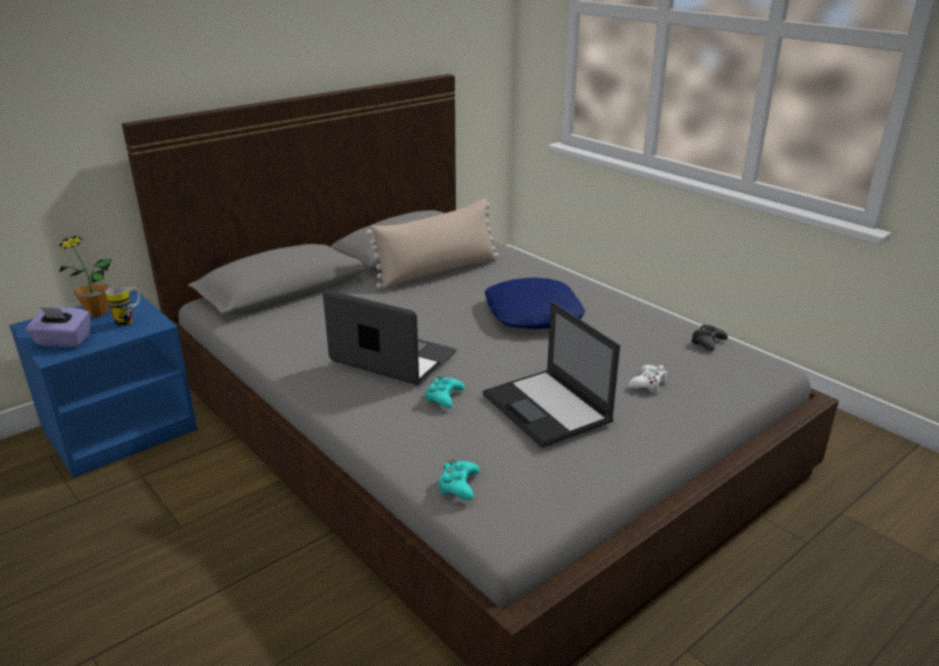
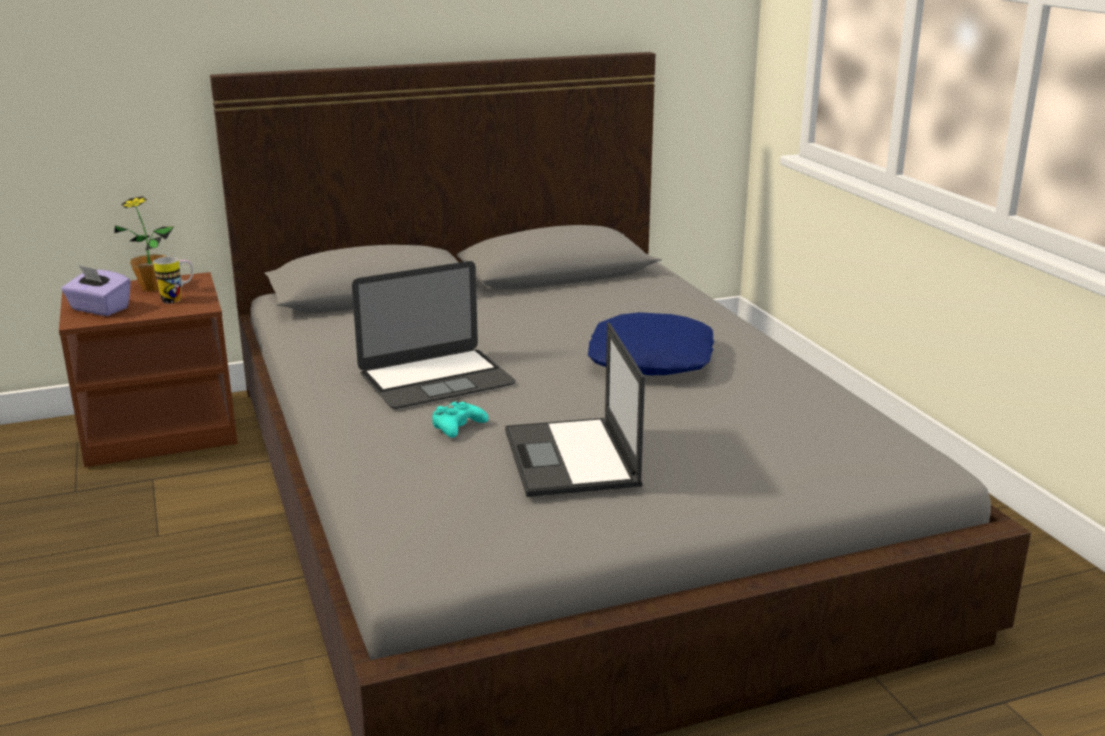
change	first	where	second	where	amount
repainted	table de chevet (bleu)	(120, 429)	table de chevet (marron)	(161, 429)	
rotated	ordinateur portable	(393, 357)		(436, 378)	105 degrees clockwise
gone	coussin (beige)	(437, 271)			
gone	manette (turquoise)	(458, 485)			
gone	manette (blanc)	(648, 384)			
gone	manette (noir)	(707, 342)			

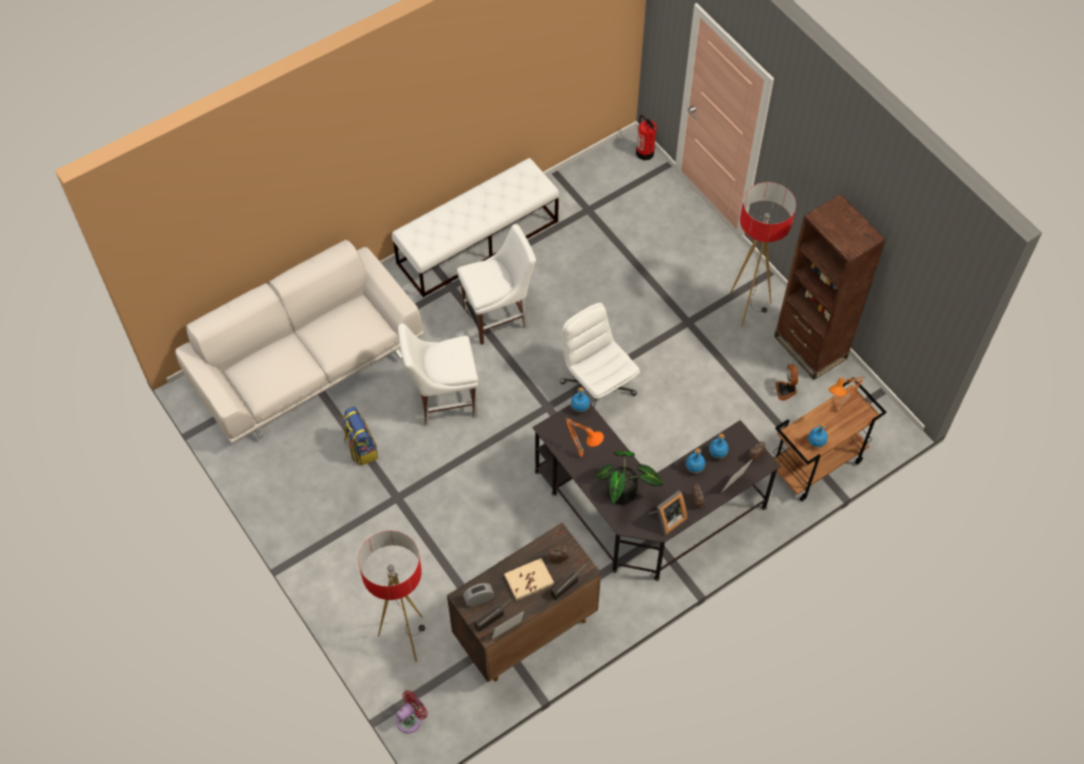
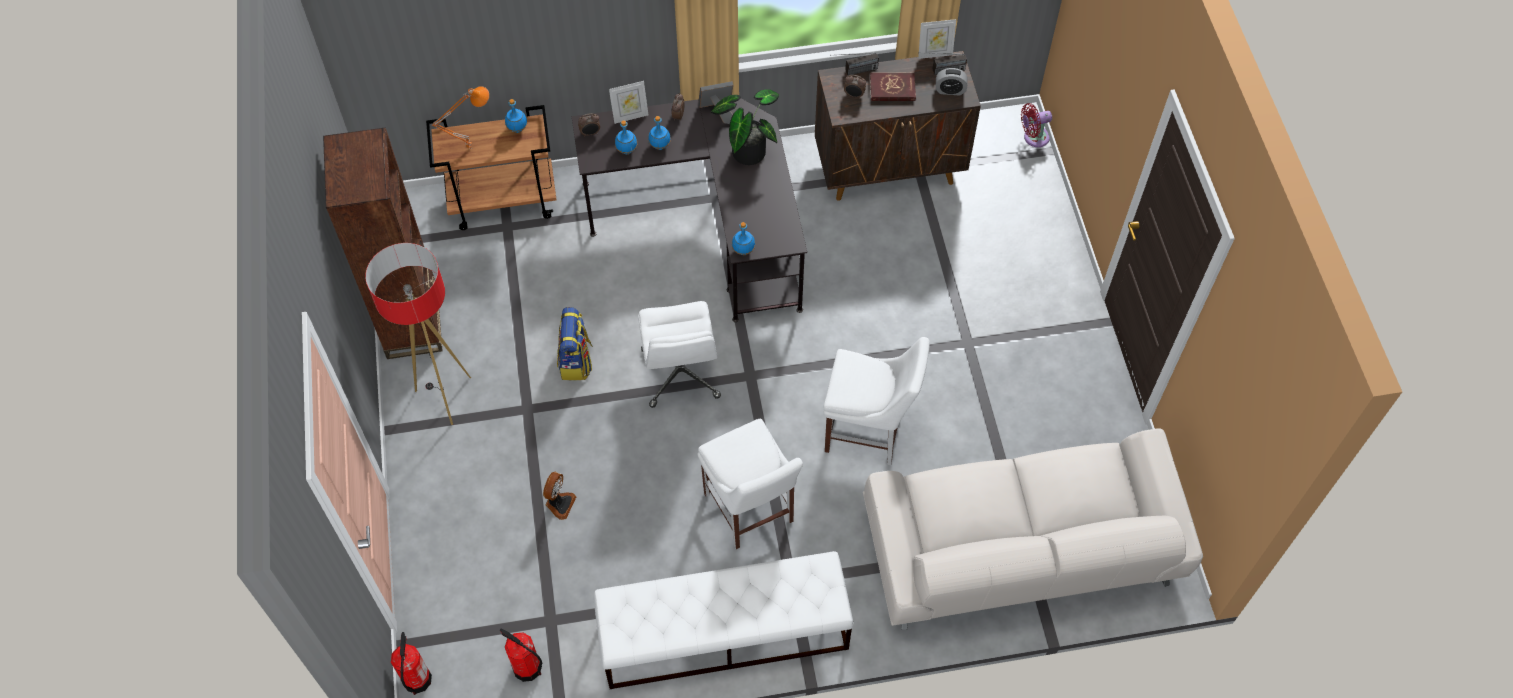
change	first	where	second	where	amount
shifted	sac à dos	(361, 448)		(576, 361)	
gone	lampadaire	(405, 638)			
rotated	chaise (blanc)	(499, 317)		(750, 511)	120 degrees counterclockwise
repainted	livre (beige)	(528, 580)	livre (rouge)	(892, 89)	
gone	lampe de table (orange)	(582, 456)			
shifted	ventilateur	(786, 390)		(559, 503)	
new			extincteur	(527, 668)	

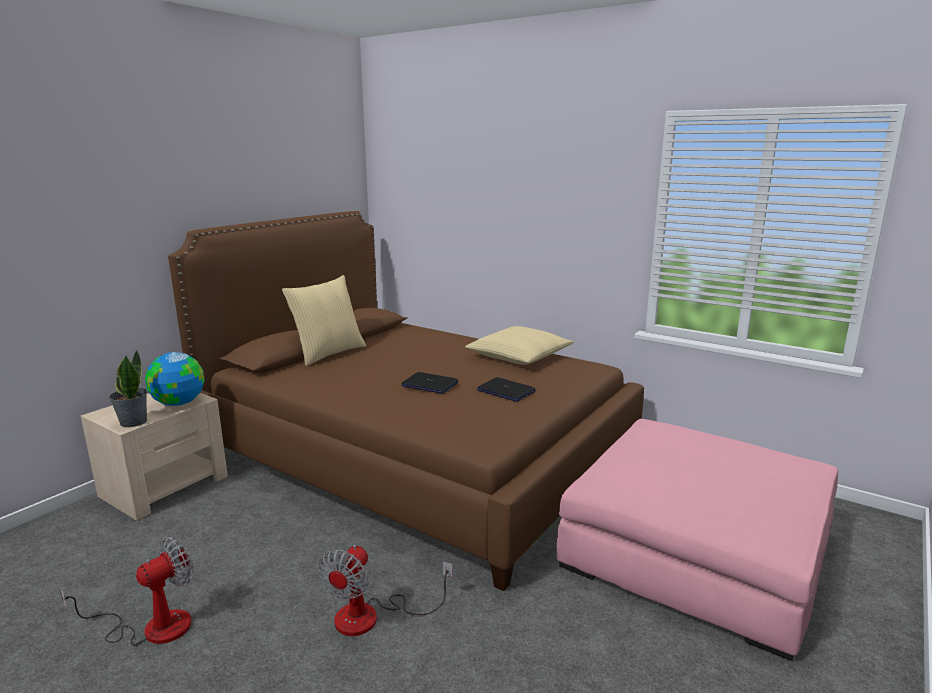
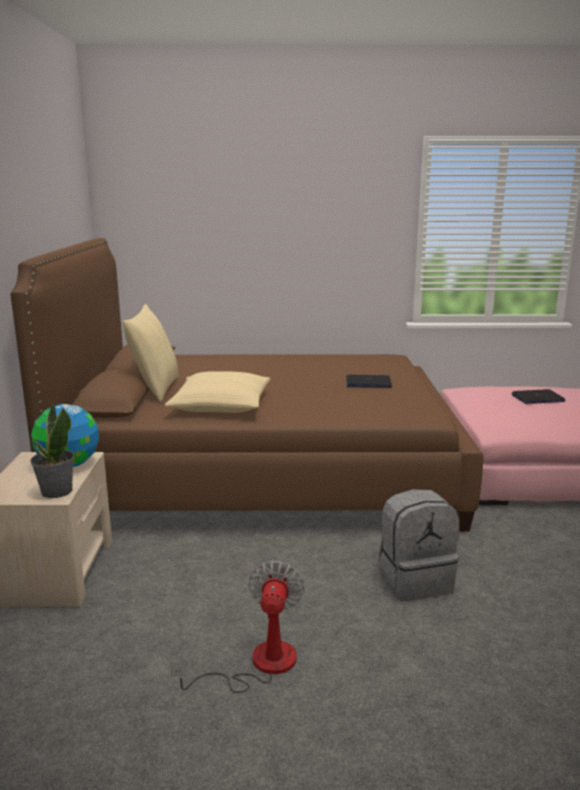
change	first	where	second	where	amount
swapped	ventilateur	(372, 616)	sac à dos (gris)	(414, 580)	
shifted	ordinateur portable	(429, 384)		(537, 398)	
shifted	coussin (beige)	(519, 356)		(221, 405)	

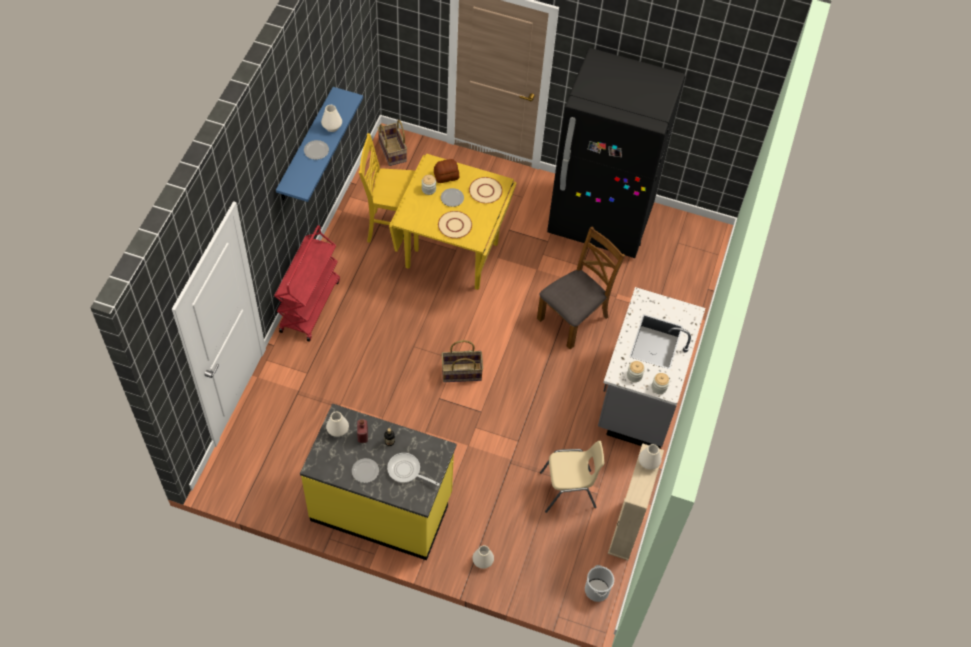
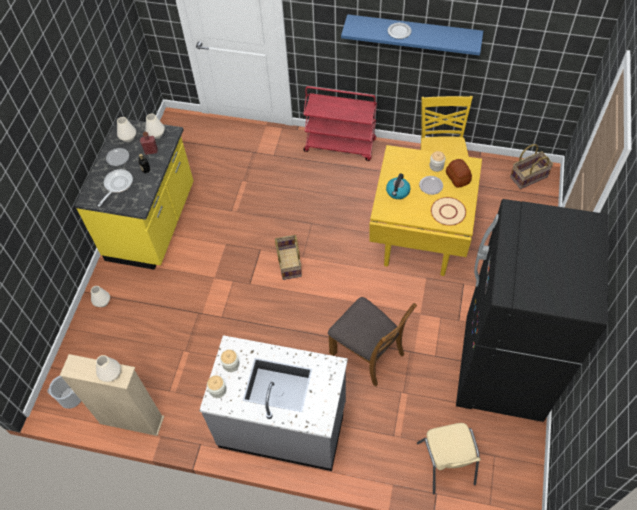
change	first	where	second	where	amount
shifted	vase (blanc)	(332, 127)		(128, 137)	
swapped	assiette (beige)	(454, 225)	bouilloire	(397, 192)	
shifted	chaise (beige)	(568, 490)		(446, 464)	

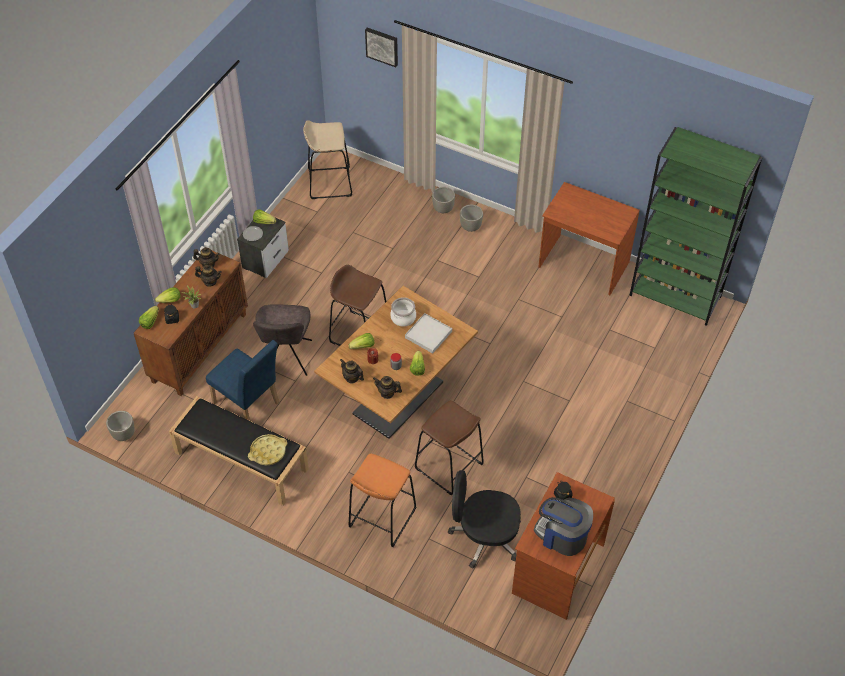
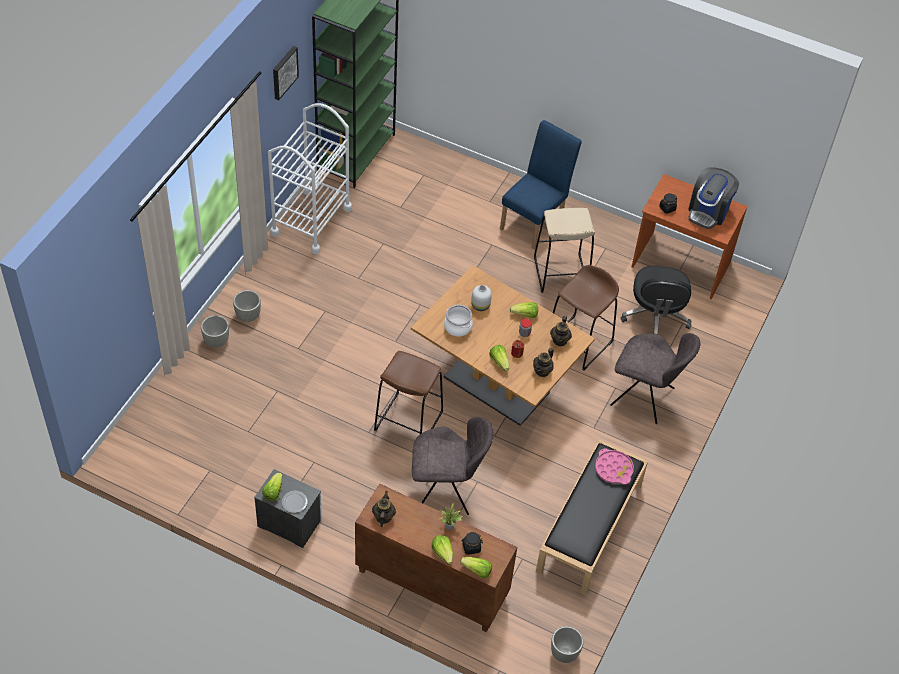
change	first	where	second	where	amount
gone	théière	(210, 281)			
shifted	chaise (bleu)	(249, 405)		(535, 221)	
repainted	plateau (jaune)	(268, 452)	plateau (rose)	(613, 469)	
shifted	tabouret (beige)	(330, 183)		(560, 273)	
swapped	tabouret (orange)	(382, 518)	chaise (gris)	(645, 398)	
shifted	tableau	(382, 46)		(284, 72)	
swapped	plateau (blanc)	(428, 334)	vase (blanc)	(480, 305)	
swapped	bureau (marron)	(583, 265)	chariot (blanc)	(311, 221)	

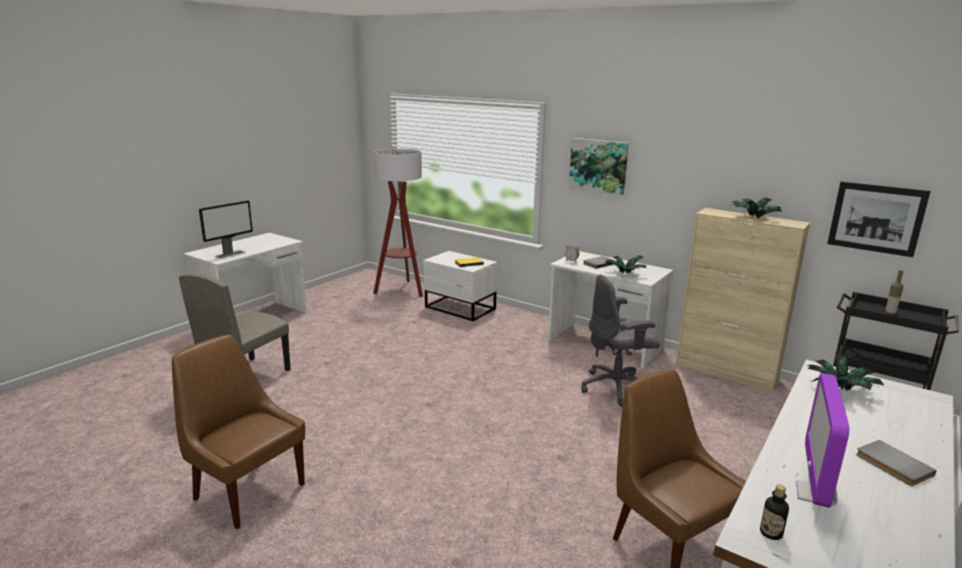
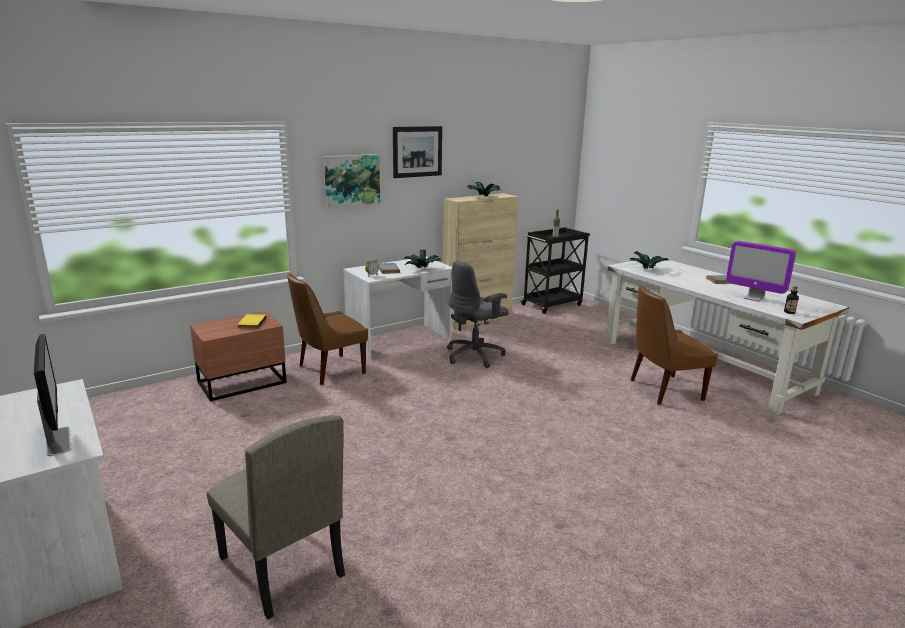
change	first	where	second	where	amount
shifted	chaise (marron)	(247, 490)		(329, 370)	
gone	lampadaire	(401, 290)			
repainted	table de chevet (blanc)	(460, 309)	table de chevet (marron)	(244, 383)	
rotated	chaise de bureau (gris)	(617, 388)		(475, 356)	45 degrees clockwise
shifted	tableau	(876, 218)		(417, 151)	

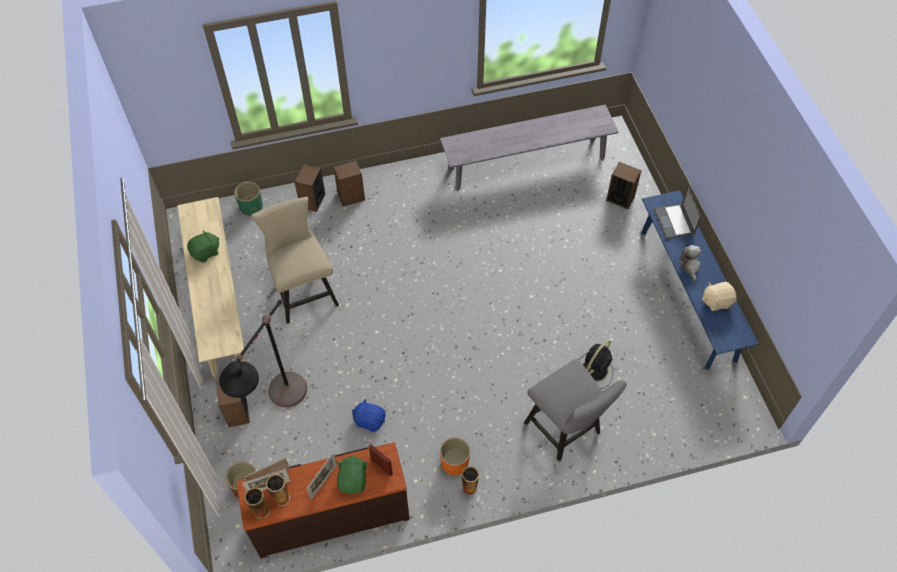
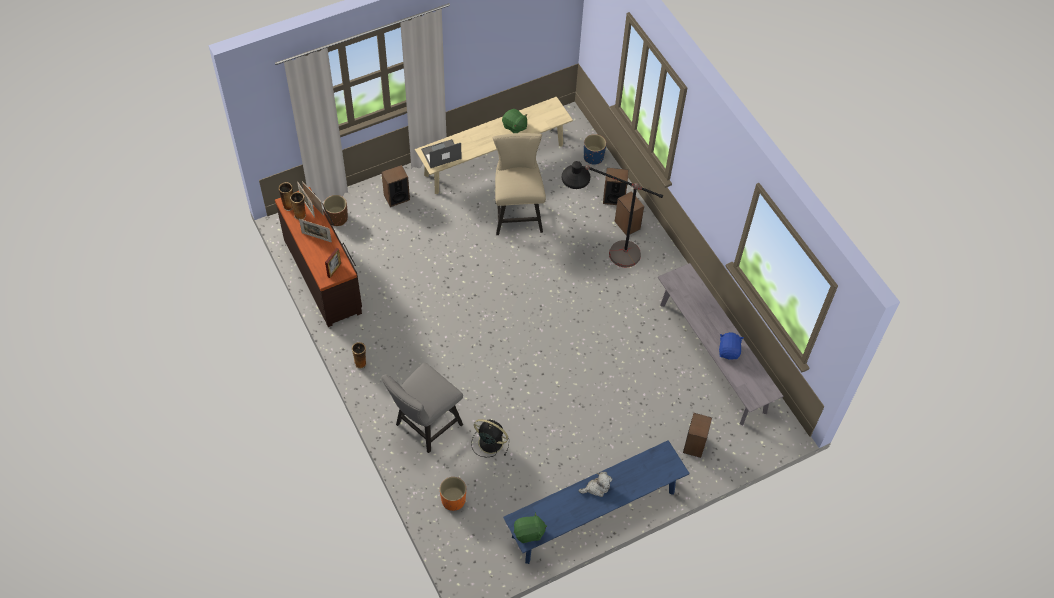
change	first	where	second	where	amount
shifted	lampadaire (noir)	(280, 414)		(602, 254)	
repainted	cache-pot (vert)	(251, 207)	cache-pot (bleu)	(593, 157)	
rotated	chaise (beige)	(304, 292)		(517, 213)	60 degrees counterclockwise
shifted	peluche (vert)	(353, 480)		(529, 533)	
shifted	peluche (bleu)	(369, 420)		(729, 351)	
shifted	cache-pot (orange)	(455, 463)		(453, 500)	
shifted	ordinateur portable	(674, 222)		(441, 154)	
gone	peluche (beige)	(716, 301)			

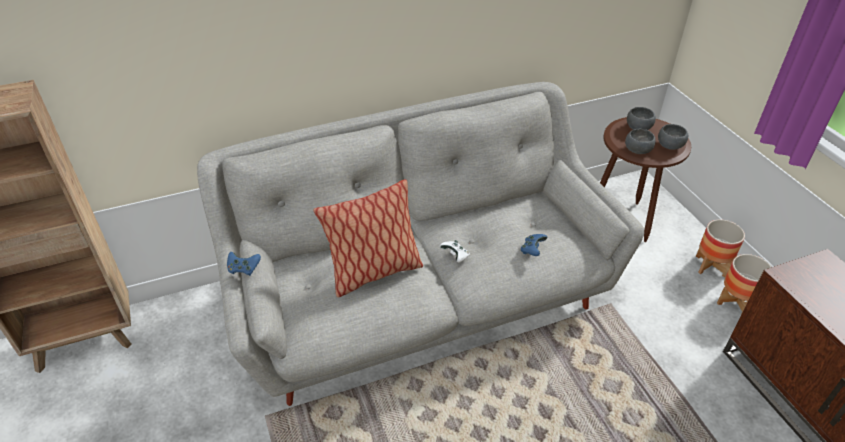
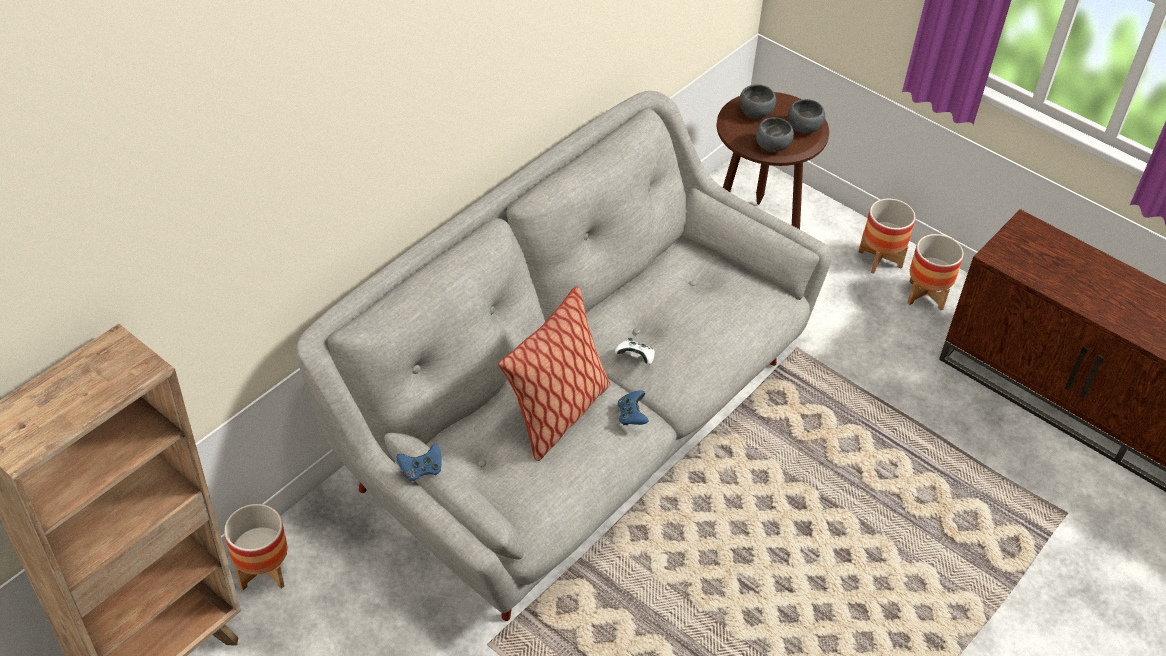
change	first	where	second	where	amount
shifted	manette (bleu)	(532, 250)		(631, 415)	
new			cache-pot	(264, 570)	

